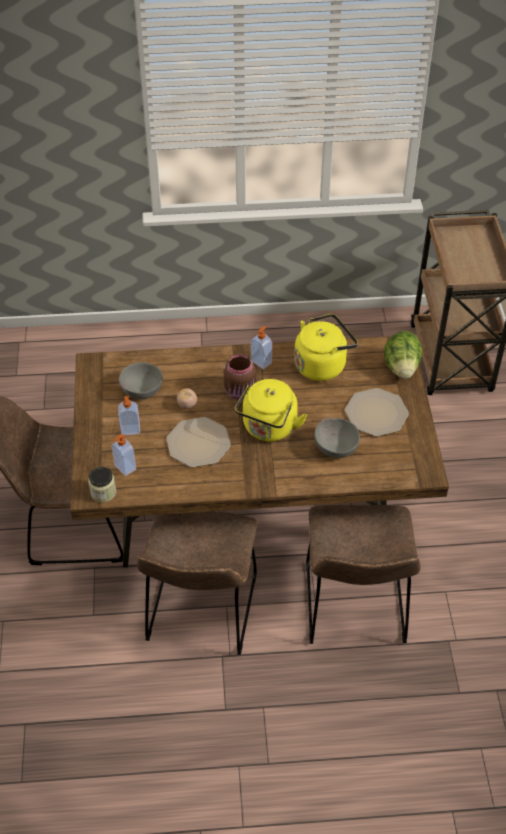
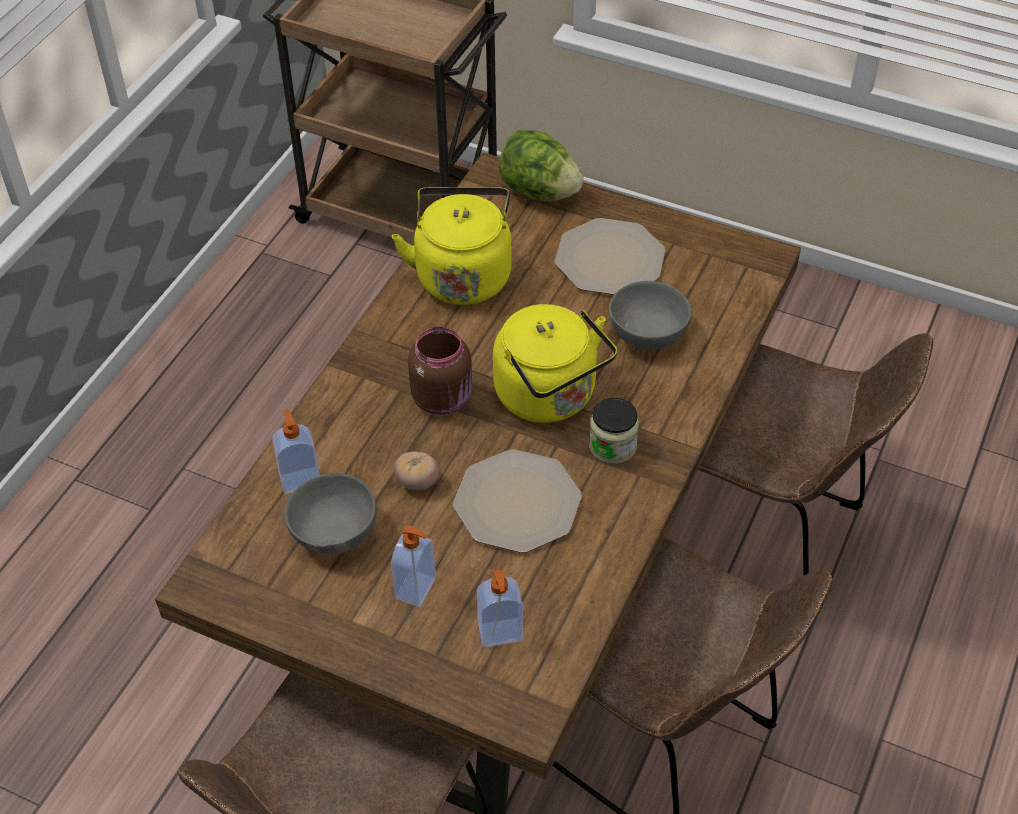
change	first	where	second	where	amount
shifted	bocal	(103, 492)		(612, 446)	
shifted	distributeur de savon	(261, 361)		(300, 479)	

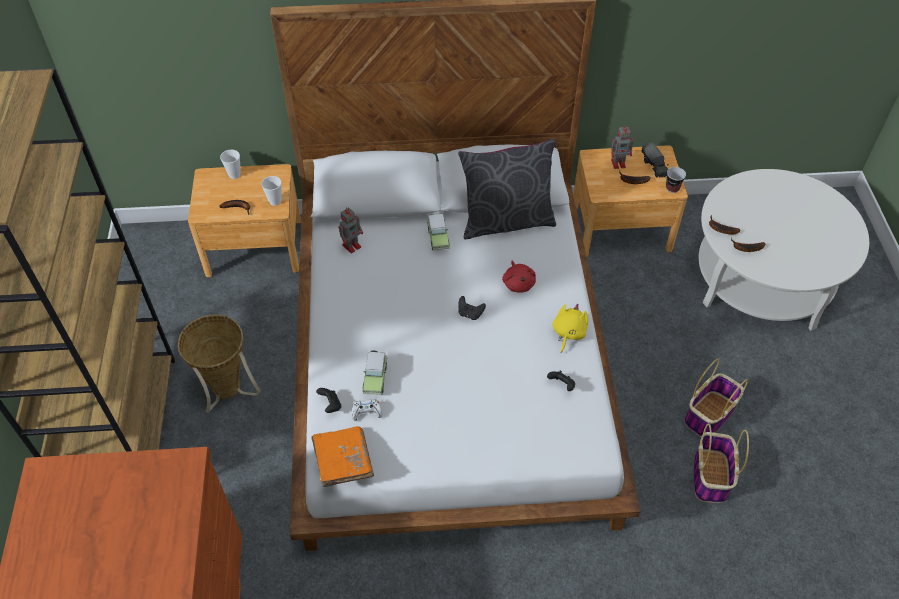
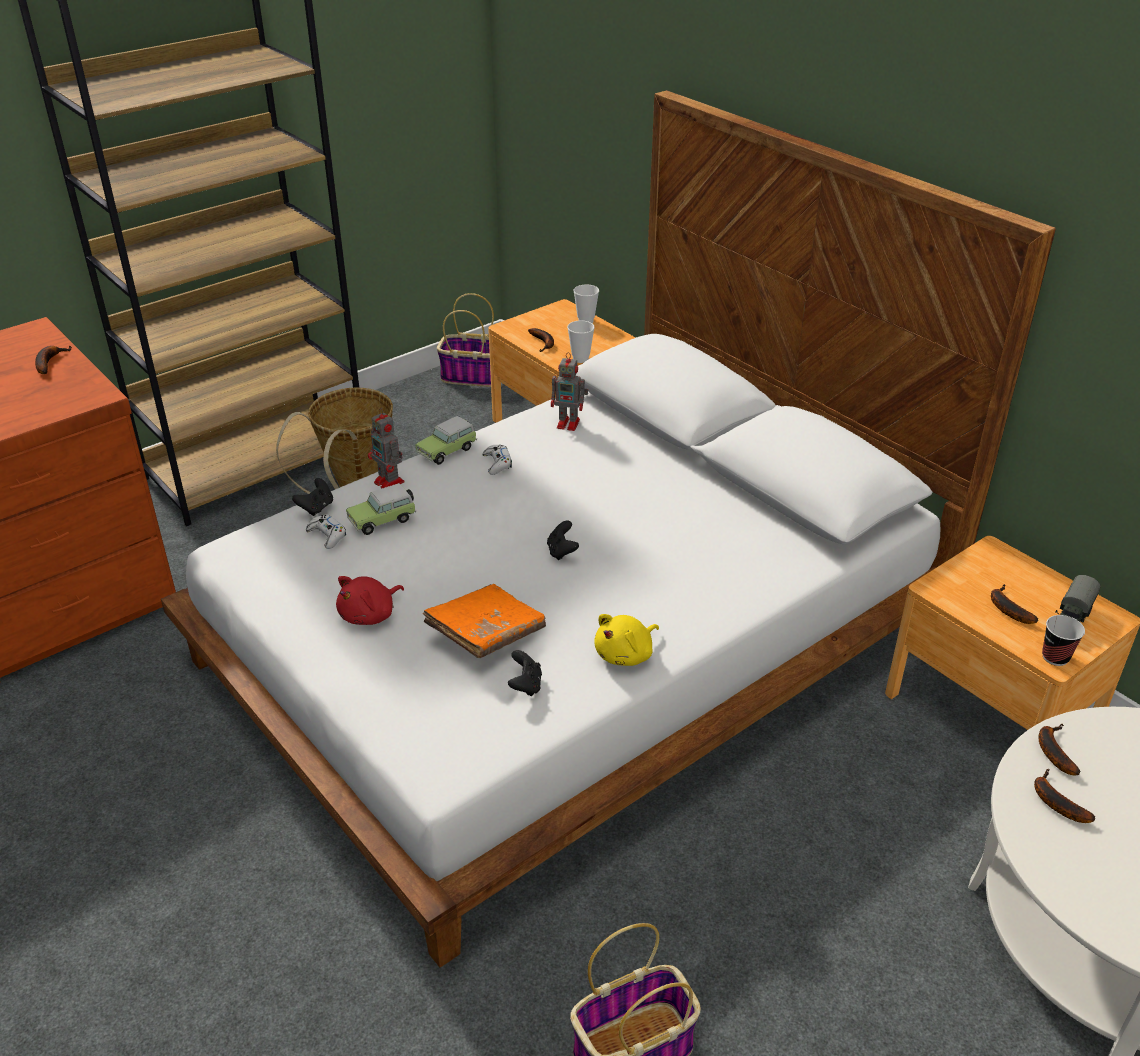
change	first	where	second	where	amount
shifted	livre (orange)	(343, 462)		(486, 634)	
shifted	petite voiture	(438, 237)		(448, 451)	
gone	coussin (gris)	(506, 221)			
shifted	peluche (rouge)	(518, 283)		(370, 615)	
rotated	peluche (jaune)	(568, 333)		(626, 654)	150 degrees clockwise
shifted	robot jouet	(619, 163)		(390, 483)	
shifted	panier	(709, 414)		(473, 377)	
new			banane	(49, 362)	
new			manette (blanc)	(497, 463)	

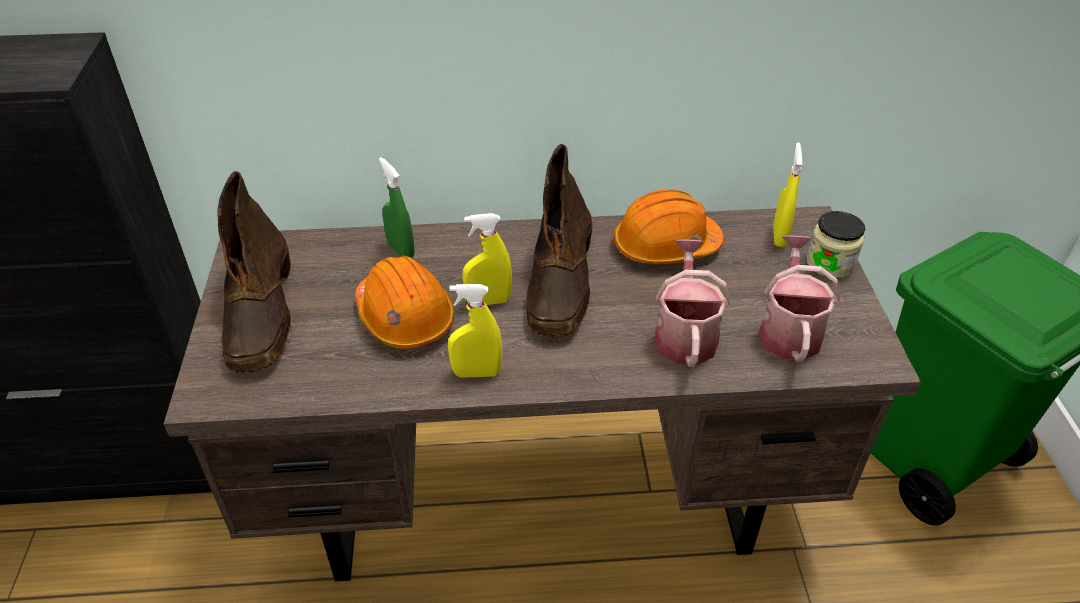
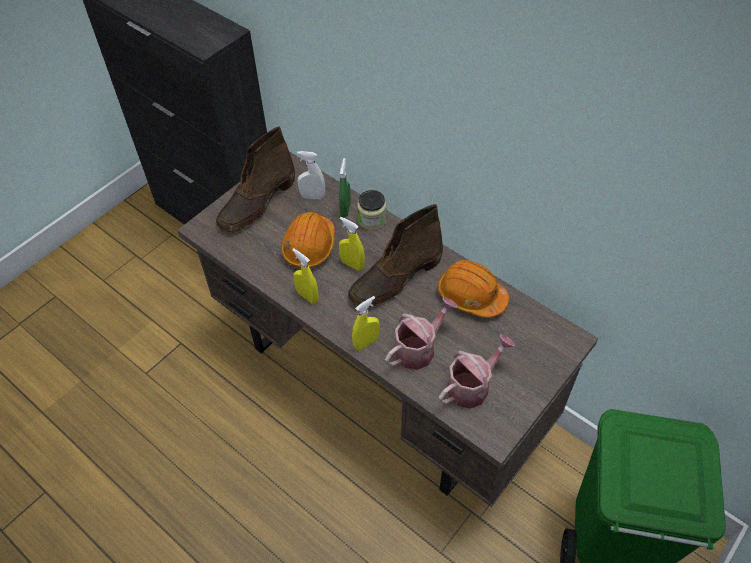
change	first	where	second	where	amount
shifted	vaporisateur (jaune)	(779, 236)		(366, 343)	
shifted	bocal	(830, 263)		(372, 220)	
new			vaporisateur (blanc)	(312, 196)	

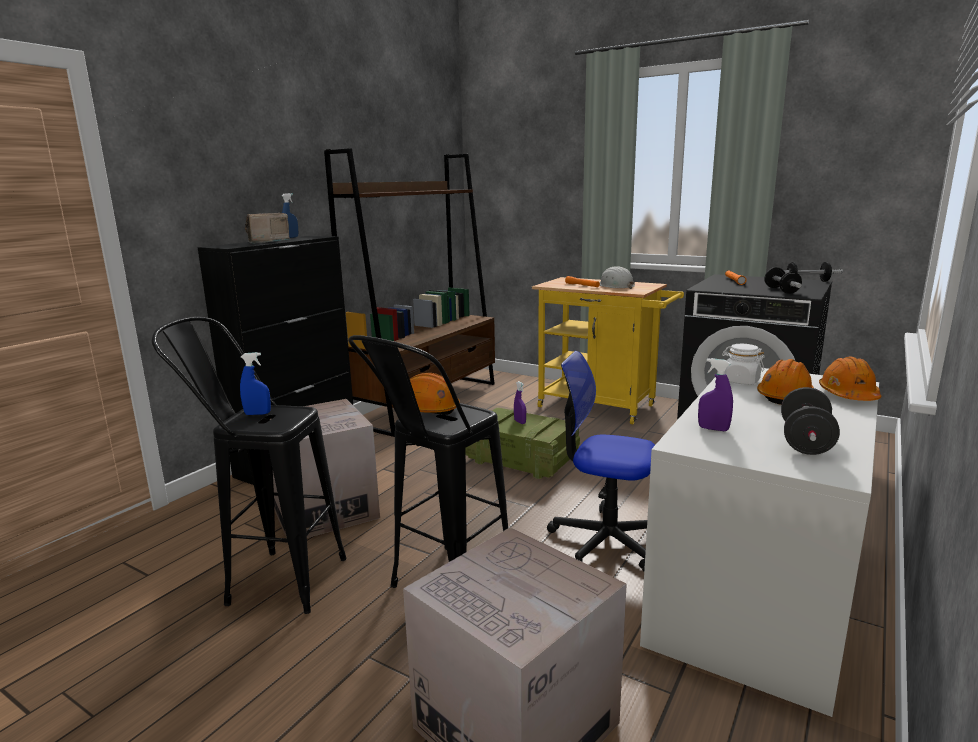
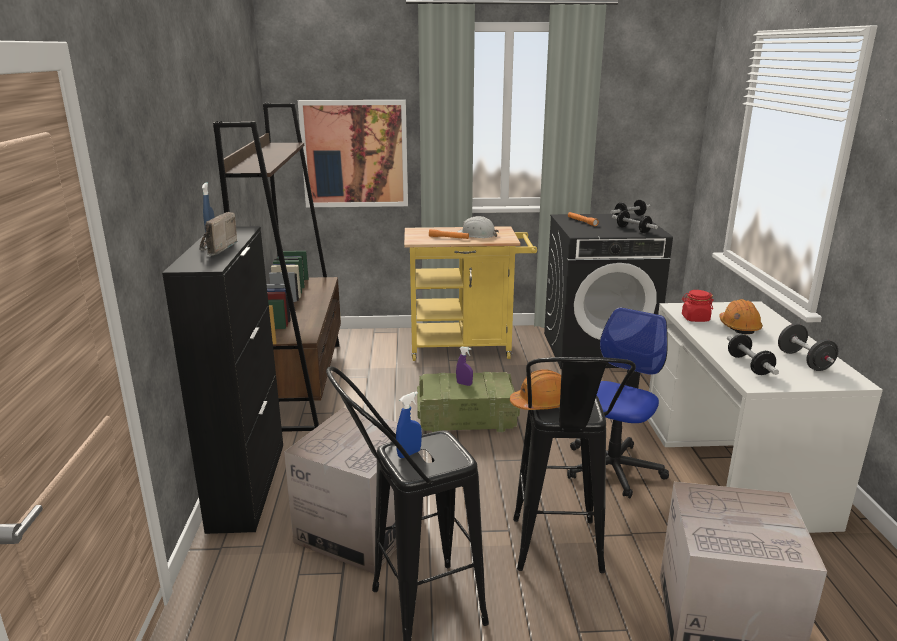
change	first	where	second	where	amount
rotated	chaise de bureau	(605, 541)		(613, 468)	135 degrees clockwise
swapped	vaporisateur (violet)	(713, 429)	haltère	(749, 365)	
repainted	bocal (blanc)	(740, 381)	bocal (rouge)	(695, 318)	
gone	casque de chantier (orange)	(848, 395)			
new			tableau	(354, 154)	

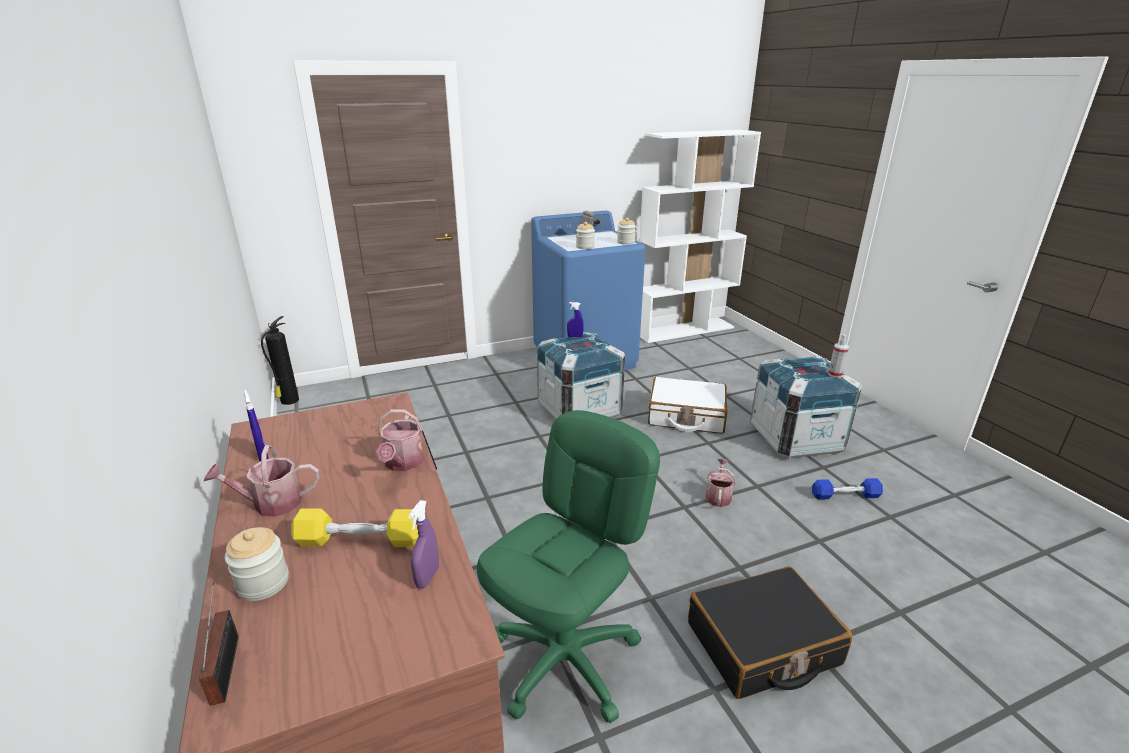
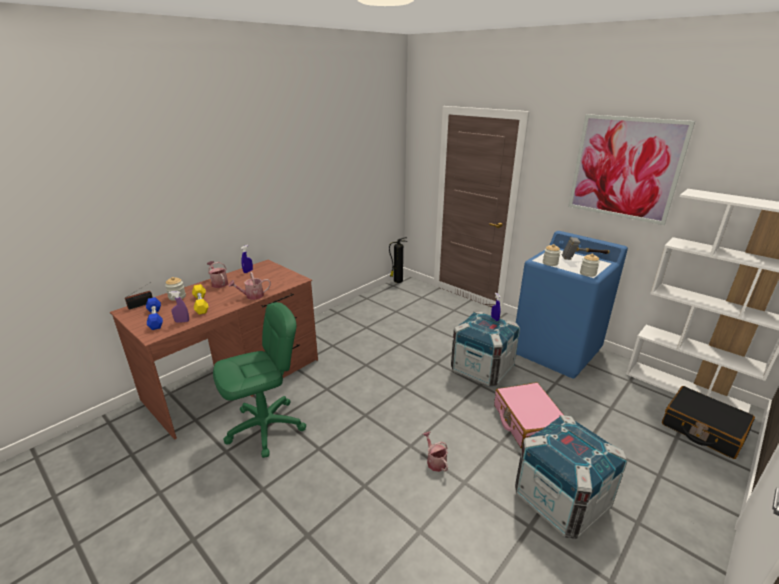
change	first	where	second	where	amount
rotated	chaise de bureau (vert)	(565, 659)		(266, 427)	45 degrees counterclockwise
repainted	valise (blanc)	(686, 416)	valise (rose)	(527, 422)	
shifted	valise (noir)	(763, 644)		(702, 429)	
rotated	arrosoir	(718, 496)		(435, 461)	105 degrees counterclockwise
shifted	haltère (bleu)	(845, 495)		(155, 318)	
gone	vaporisateur	(835, 374)			
new			tableau	(625, 168)	

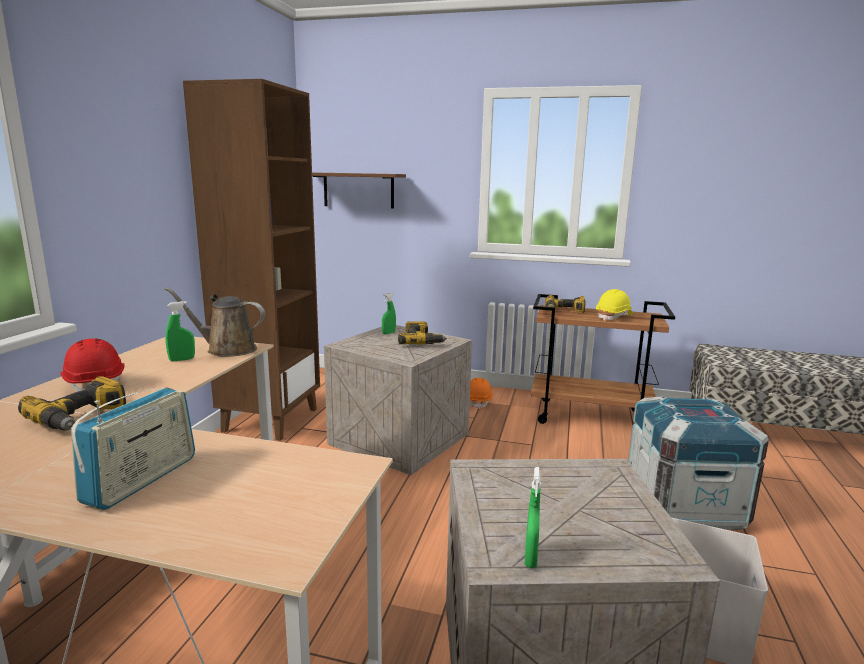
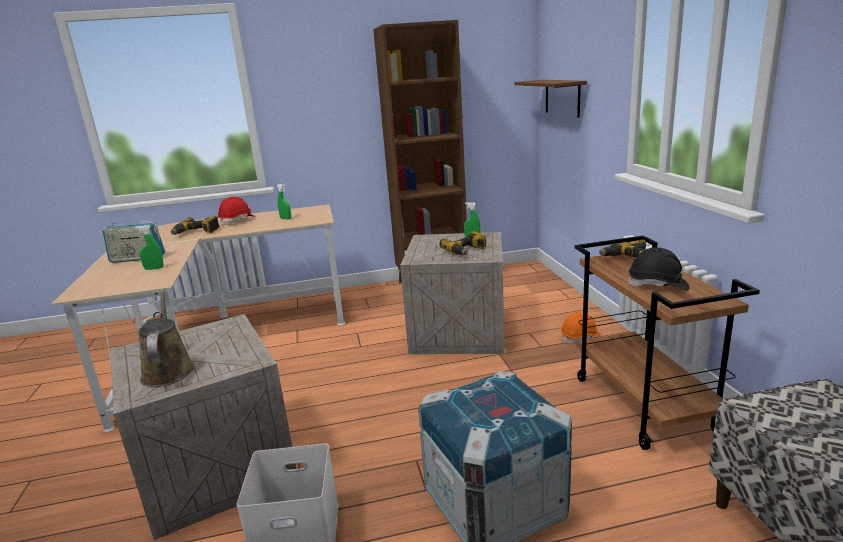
change	first	where	second	where	amount
shifted	arrosoir (marron)	(227, 349)		(168, 370)	
shifted	vaporisateur (vert)	(530, 558)		(154, 268)	
repainted	casque de chantier (jaune)	(614, 317)	casque de chantier (noir)	(657, 285)	

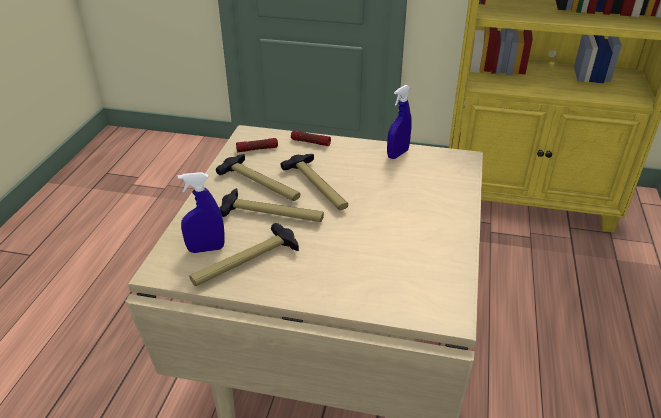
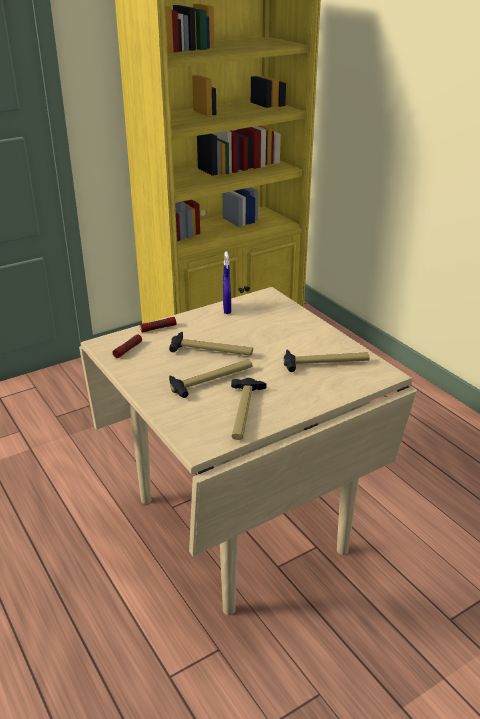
change	first	where	second	where	amount
gone	vaporisateur (bleu)	(206, 249)			
shifted	marteau	(261, 184)		(325, 363)	

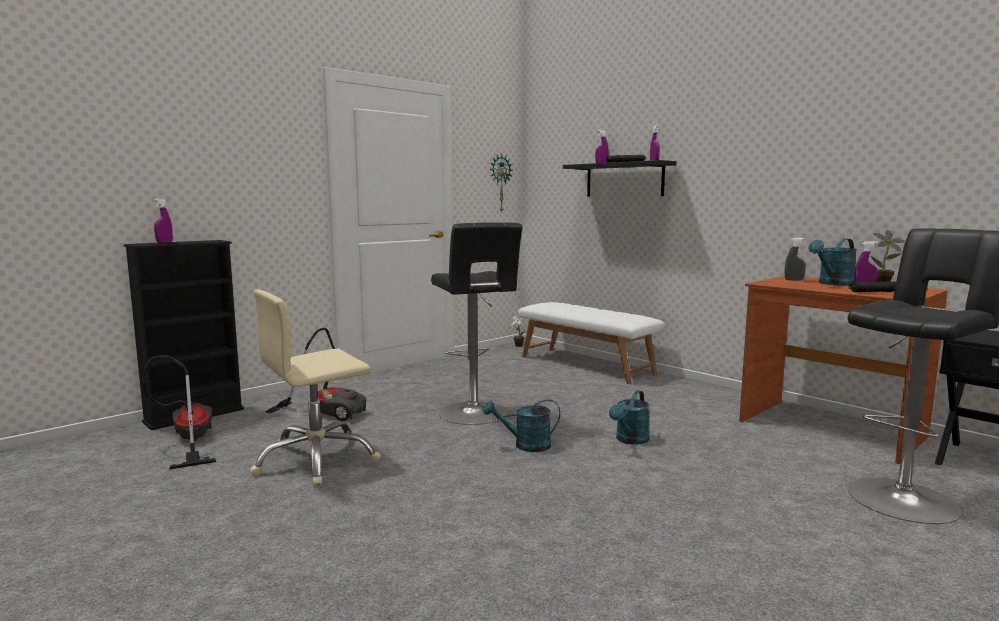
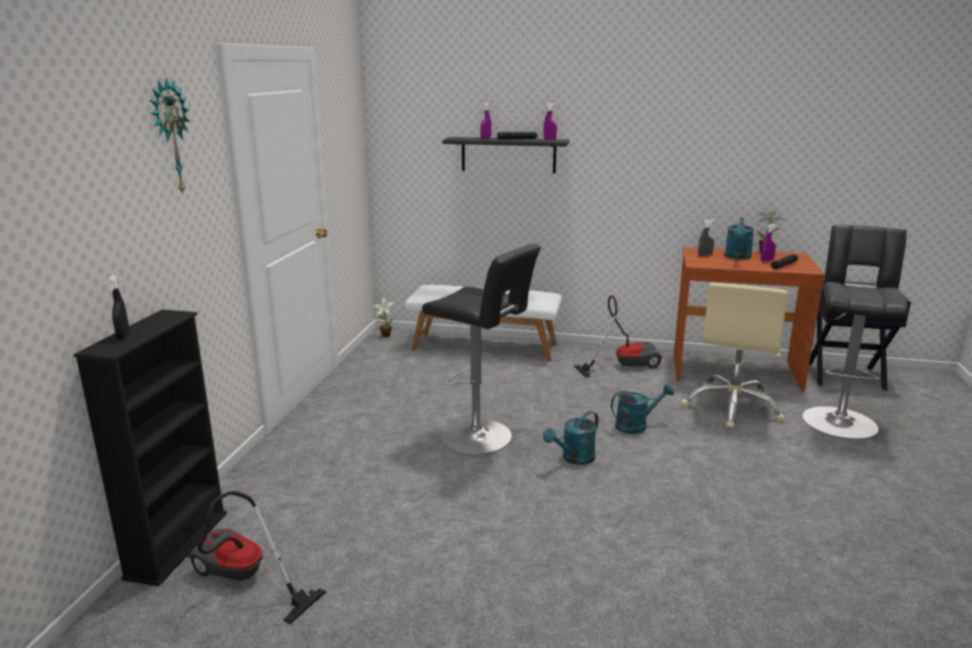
change	first	where	second	where	amount
repainted	vaporisateur (violet)	(164, 242)	vaporisateur (noir)	(123, 336)	
shifted	chaise de bureau (beige)	(316, 460)		(732, 407)	
shifted	aspirateur	(327, 412)		(623, 365)	
shifted	horloge murale	(499, 183)		(170, 137)	
rotated	arrosoir (turquoise)	(630, 440)		(636, 425)	105 degrees counterclockwise

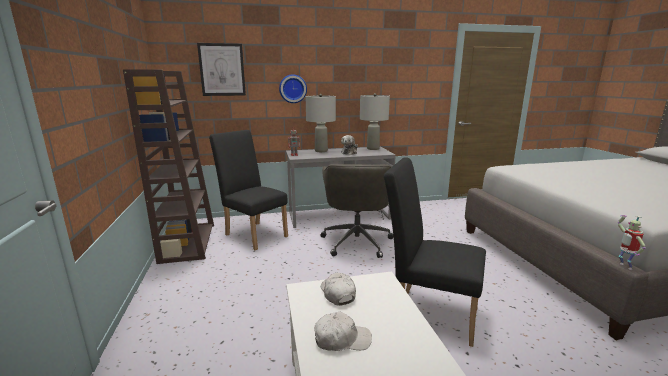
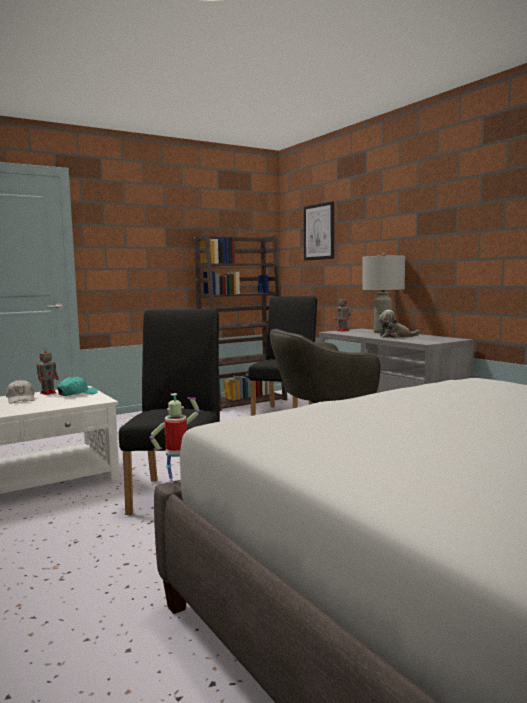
change	first	where	second	where	amount
gone	horloge murale	(292, 88)			
repainted	casquette (blanc)	(337, 293)	casquette (turquoise)	(77, 394)	
gone	lampe de table (gris)	(372, 148)			
new			robot jouet	(49, 393)	

